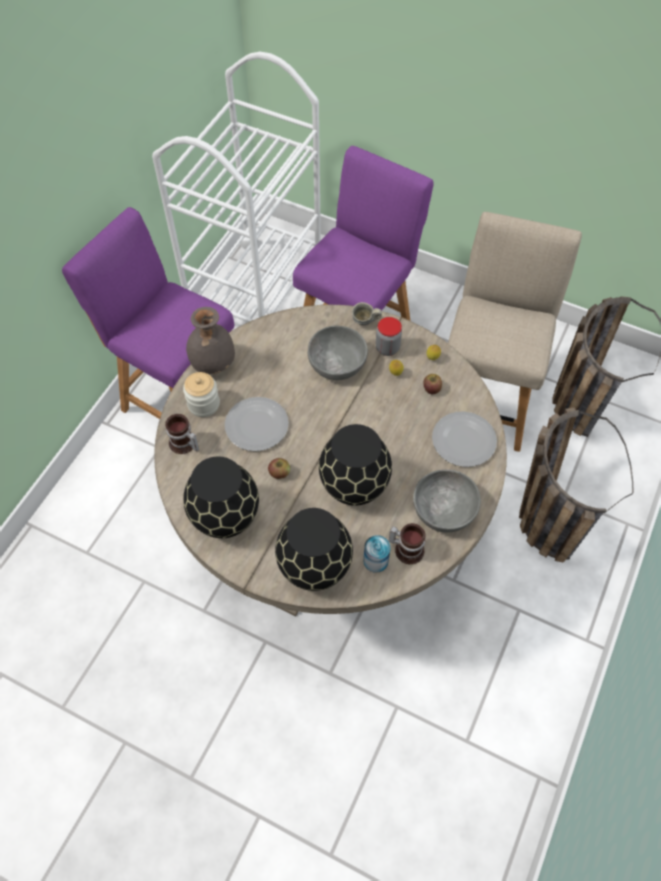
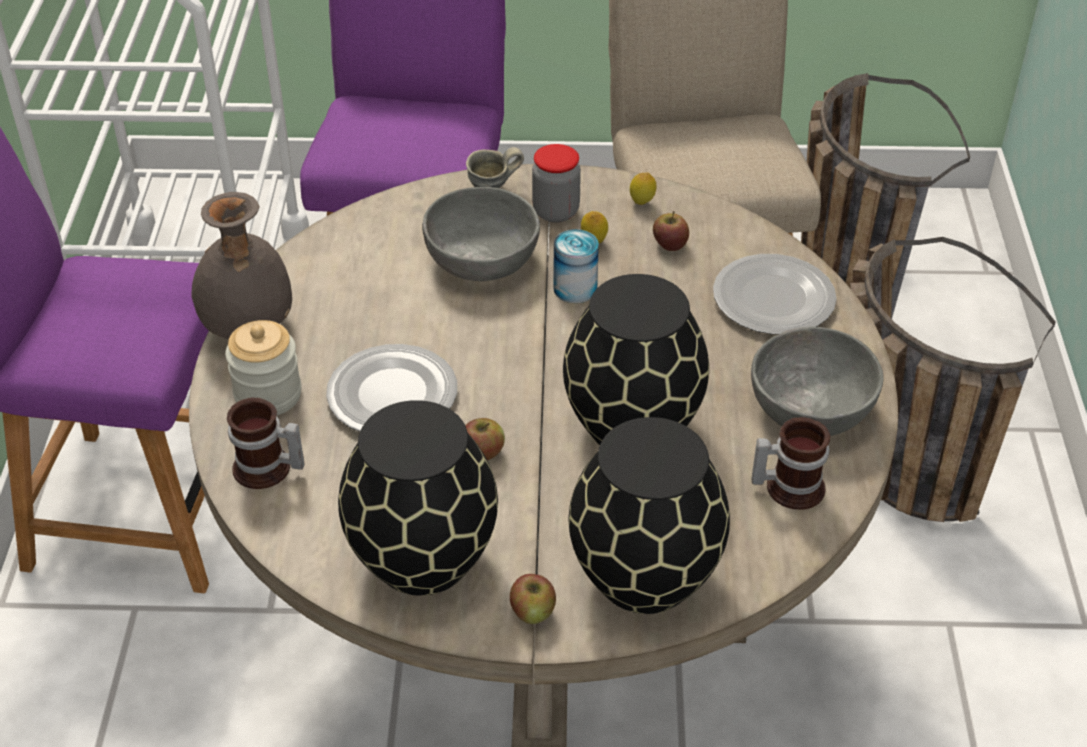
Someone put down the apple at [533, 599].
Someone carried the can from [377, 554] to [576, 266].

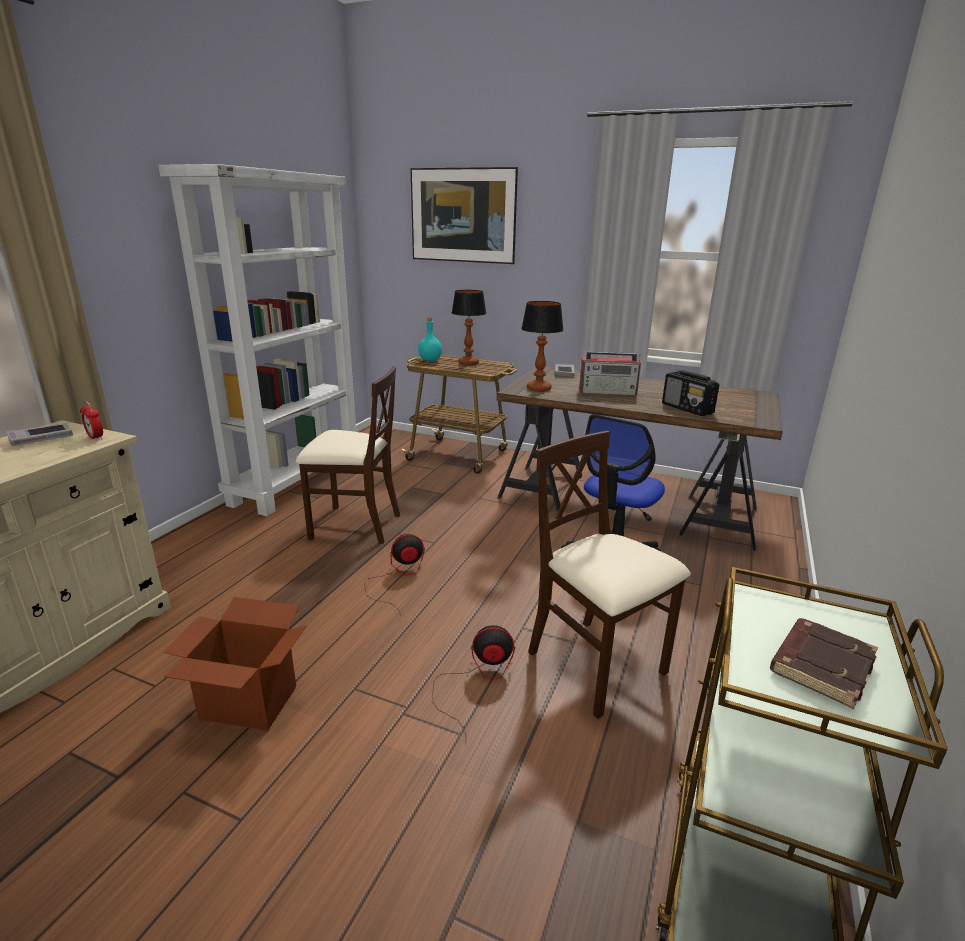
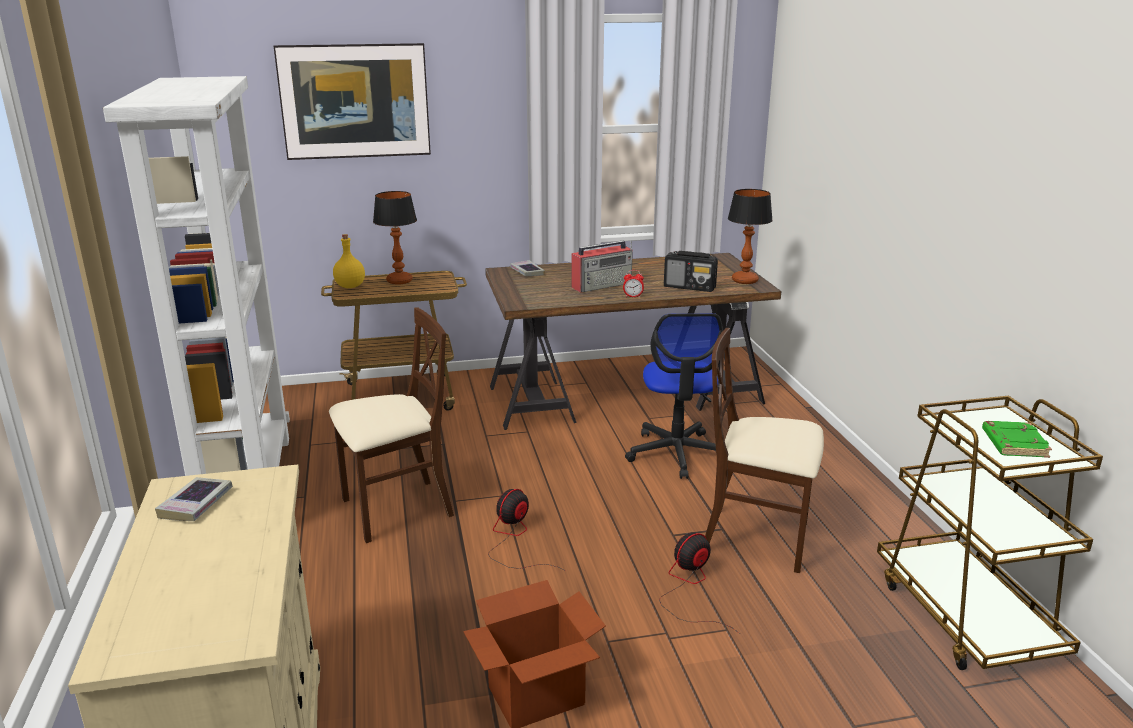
Someone repainted the turquoise bottle at [430, 339], which became the yellow bottle at [349, 261].
Someone carried the alarm clock from [91, 421] to [633, 284].
Someone carried the table lamp from [542, 346] to [750, 236].
Someone repainted the brown book at [824, 663], which became the green book at [1017, 439].

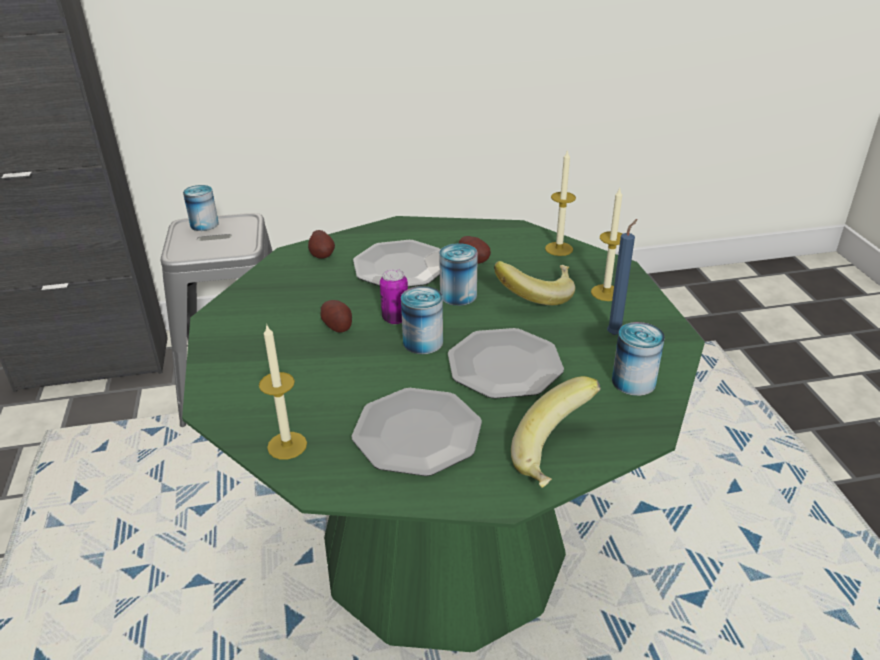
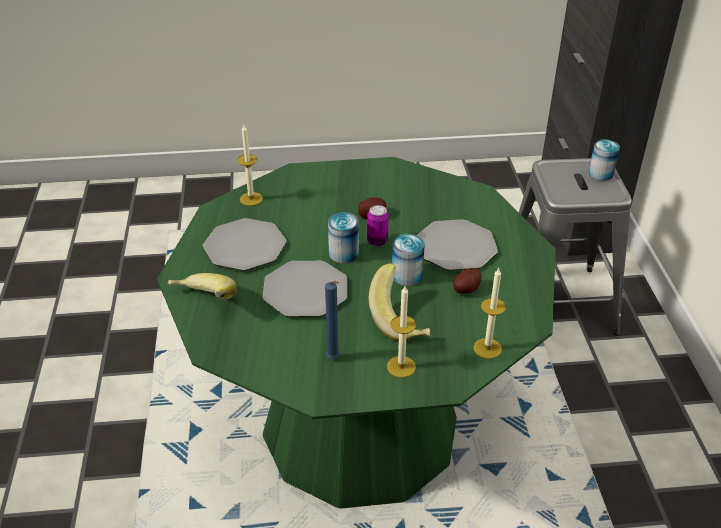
Someone took away the potato at [321, 244].
Someone took away the can at [638, 359].

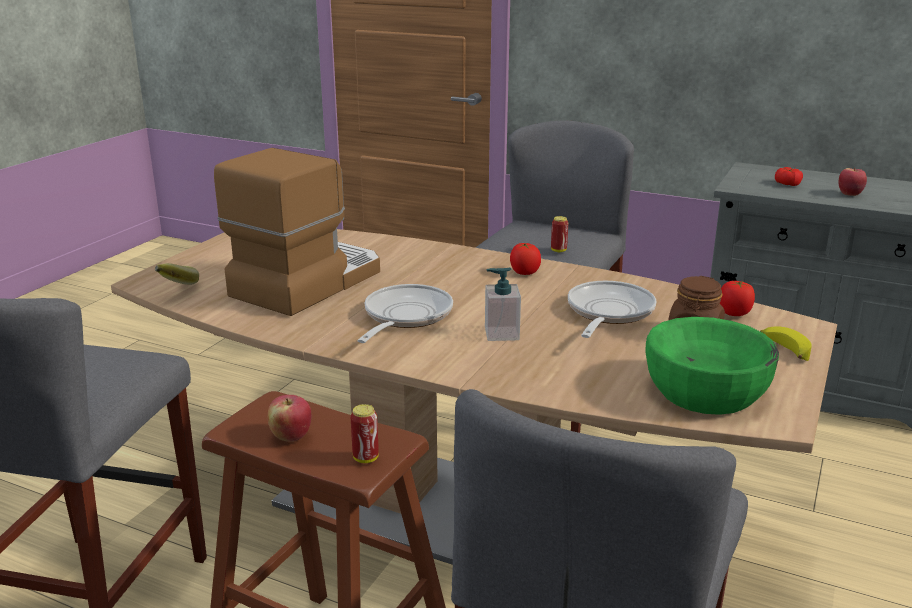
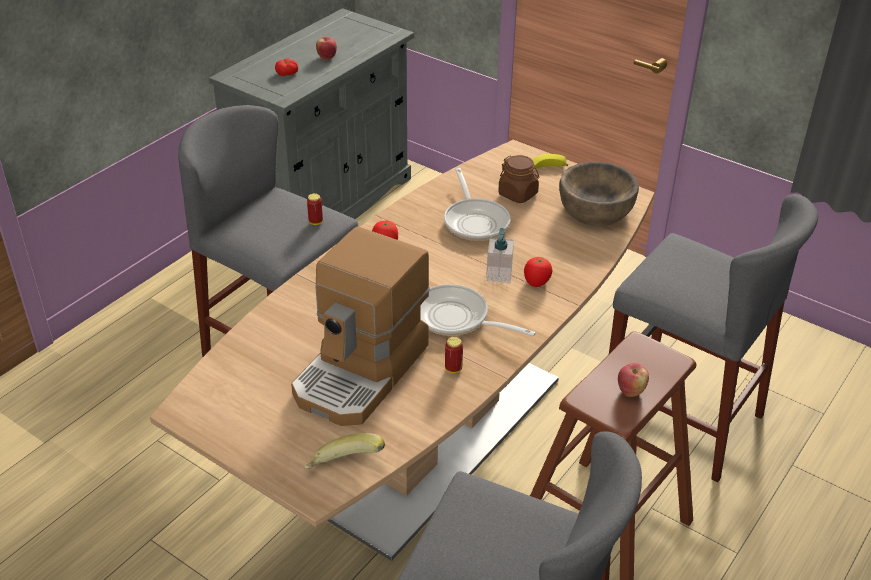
Someone rotated the coffee machine at [297, 232] by 105 degrees counterclockwise.
Someone rotated the frying pan at [612, 309] by 135 degrees counterclockwise.
Someone carried the can from [365, 433] to [454, 355].
Someone carried the tomato from [737, 298] to [538, 272].
Someone repainted the green bowl at [712, 366], which became the brown bowl at [599, 194].

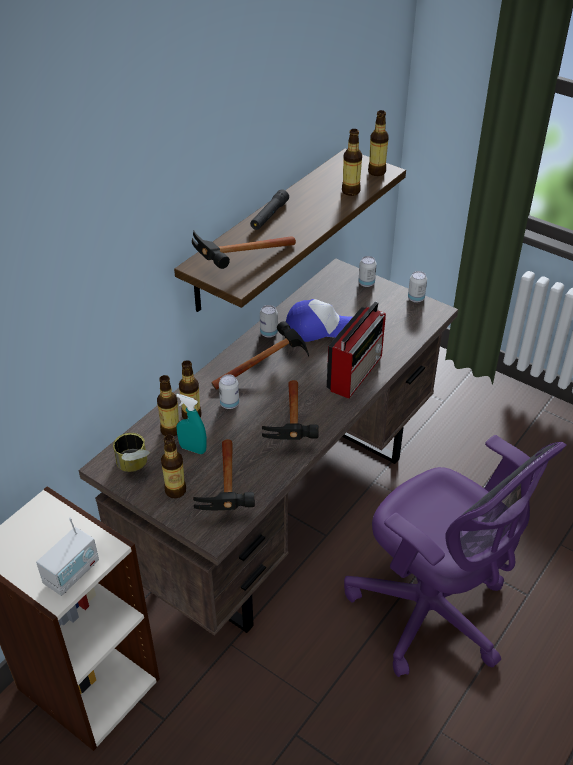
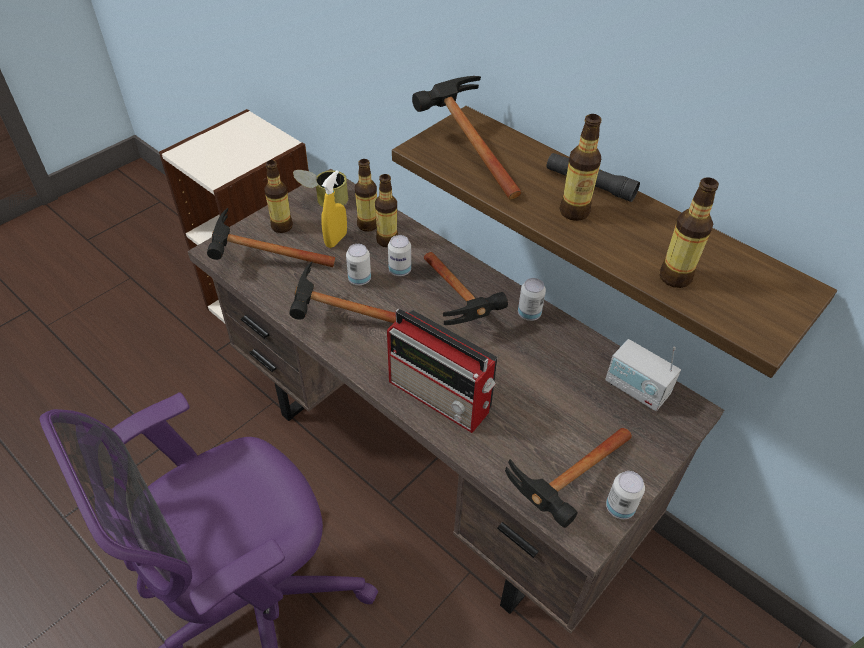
Someone repainted the turquoise spray bottle at [191, 424], which became the yellow spray bottle at [334, 209].
Someone carried the can from [367, 271] to [358, 264].
Someone put down the hammer at [568, 478].
Someone carried the bottle from [378, 143] to [581, 167].
Someone carried the radio from [67, 557] to [643, 375].
Someone took away the cap at [319, 320].

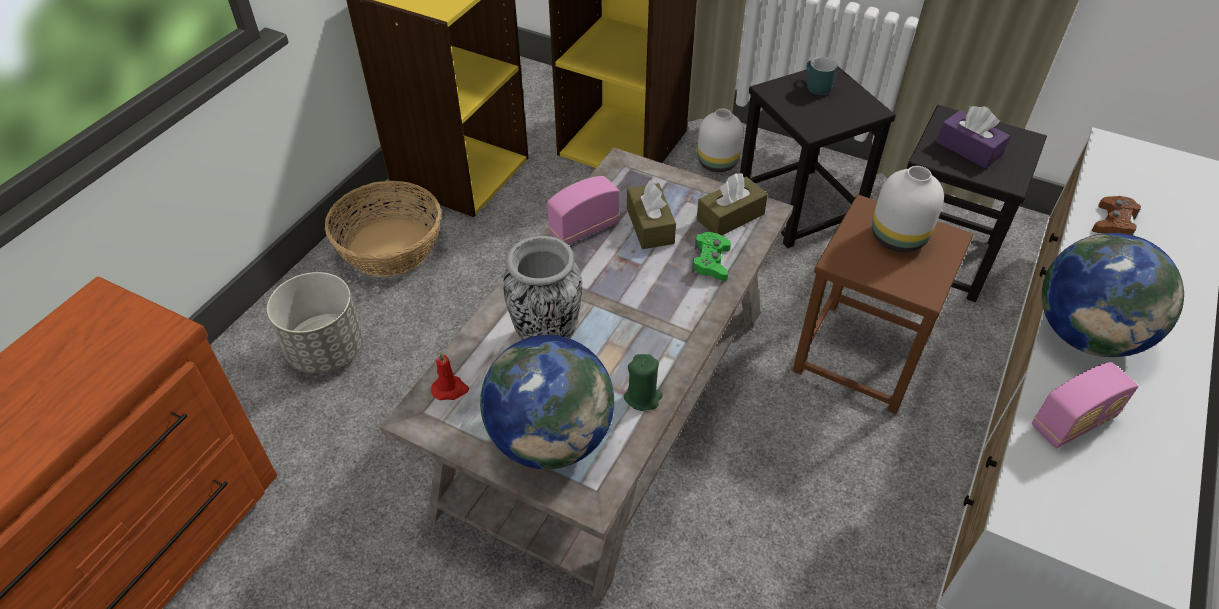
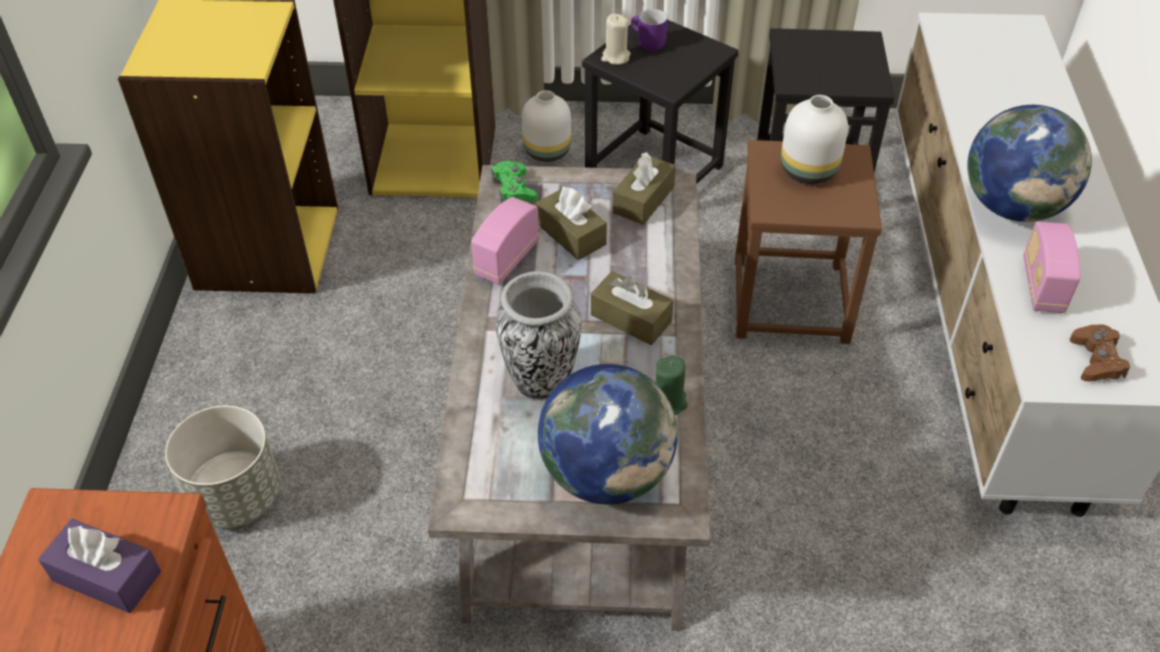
Someone carried the purple tissue box from [973, 137] to [99, 566].
Someone carried the green game controller from [711, 256] to [514, 182].
Someone put down the brown tissue box at [632, 308].
Someone put down the beige candle at [615, 39].
Someone repainted the turquoise mug at [822, 76], which became the purple mug at [649, 30].
Someone rotated the radio at [1085, 405] by 150 degrees clockwise.
Someone carried the brown game controller from [1116, 215] to [1100, 353].
Someone took away the basket at [383, 228].
Someone took away the red candle at [450, 376].

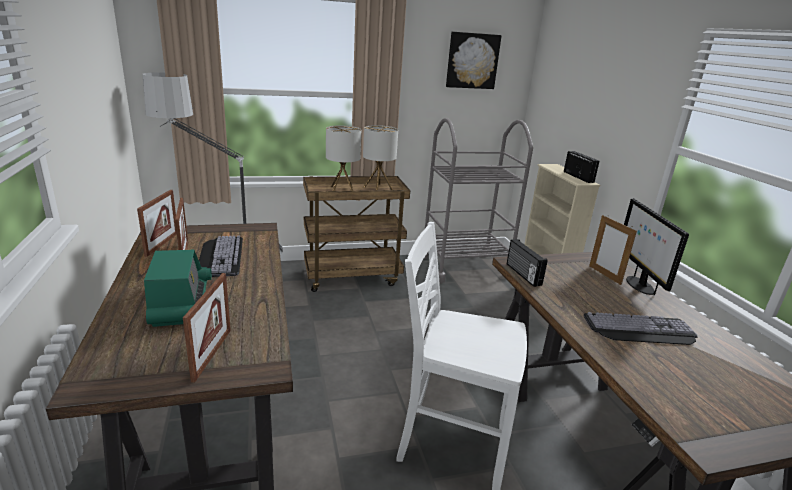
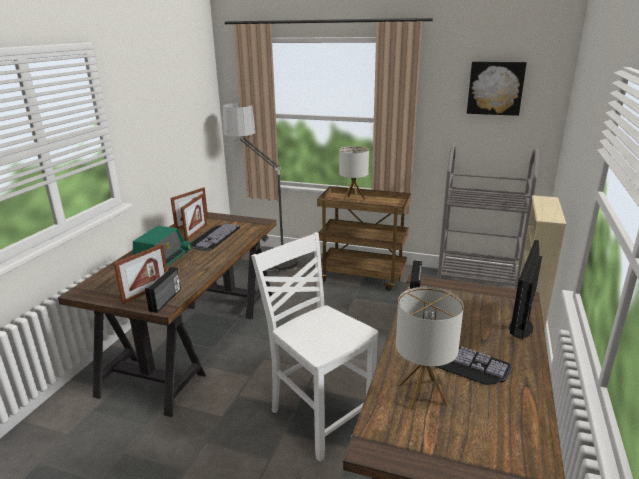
Someone carried the radio from [581, 167] to [163, 290].
Someone carried the table lamp from [380, 157] to [430, 348].
Someone took away the picture frame at [613, 250].

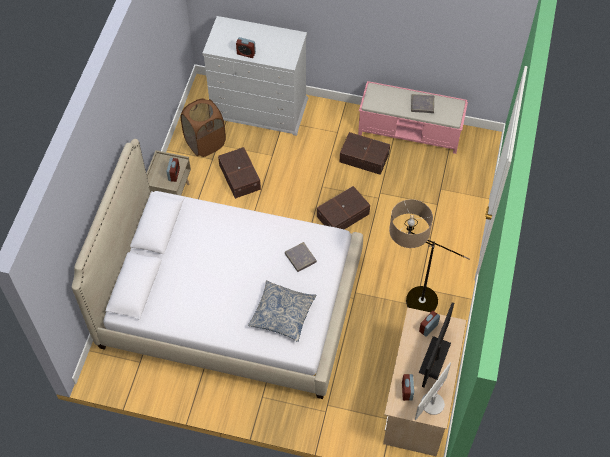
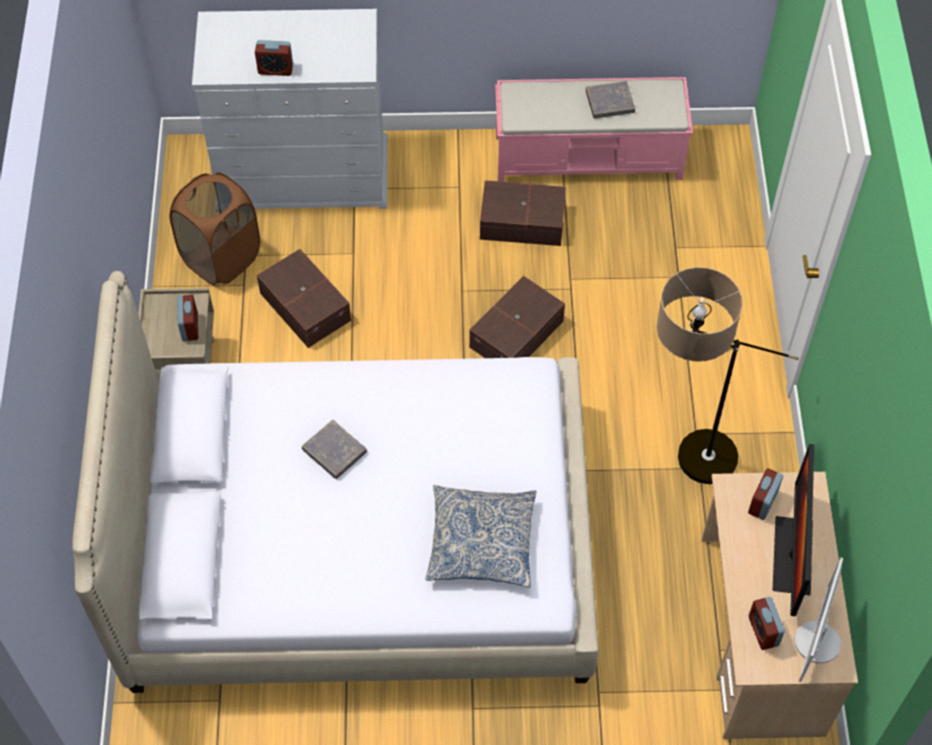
Someone carried the grey book from [301, 257] to [334, 449].

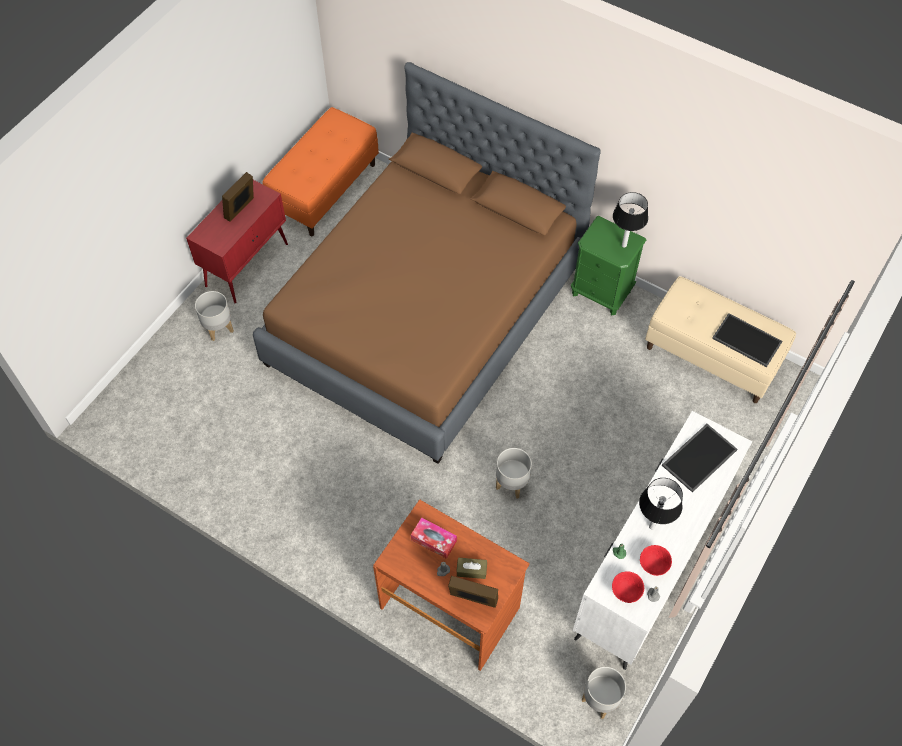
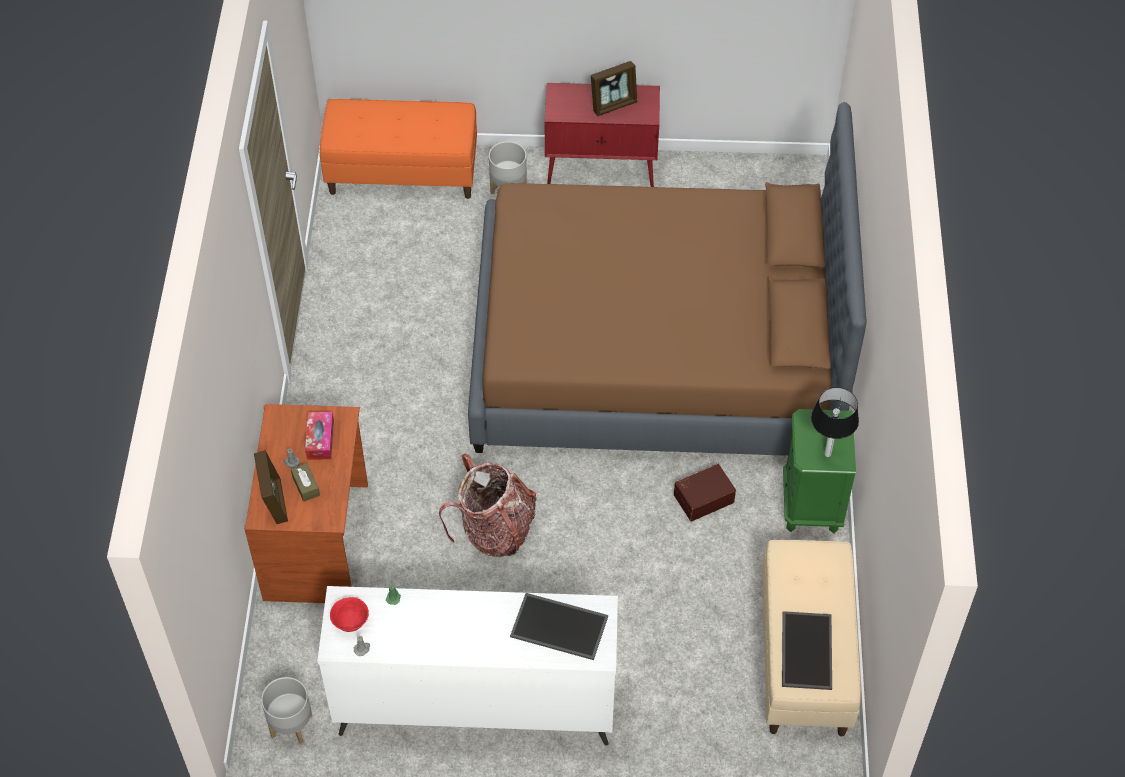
Someone carried the orange bench from [320, 171] to [398, 149].
Someone swapped the grey planter at [514, 473] for the backpack at [488, 505].
Someone rotated the picture frame at [238, 197] by 150 degrees clockwise.
Someone put down the brown storage box at [705, 493].
Someone took away the table lamp at [661, 504].
Someone took away the red bowl at [656, 560].

